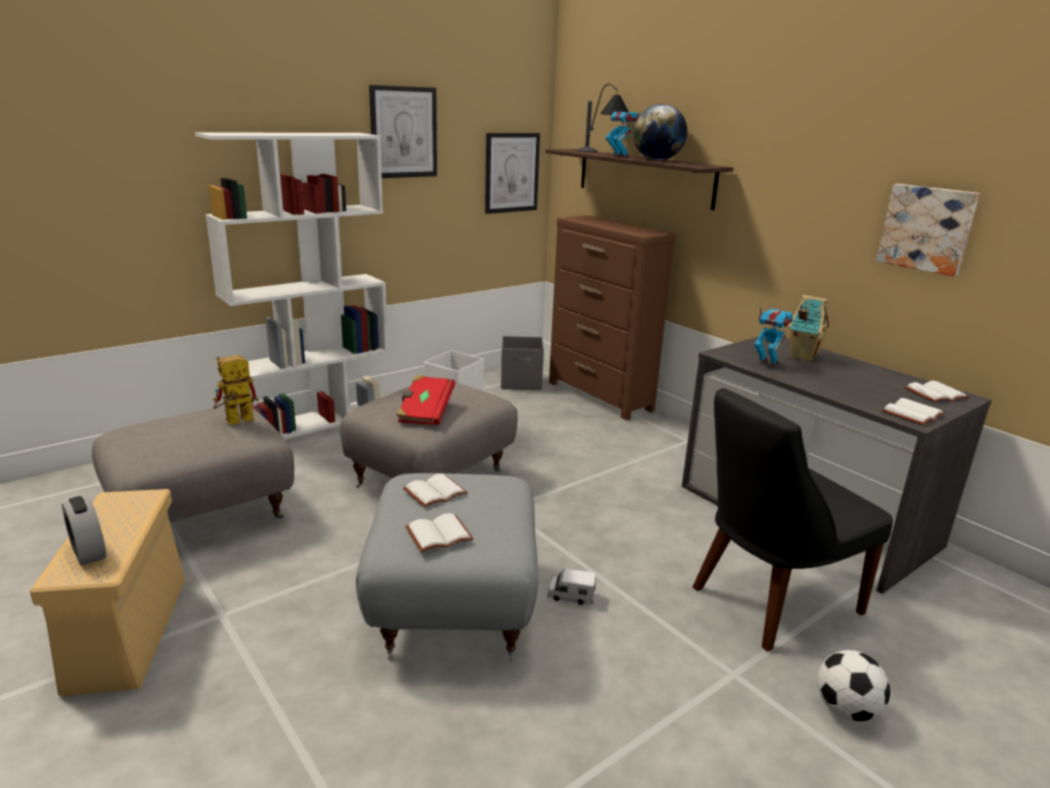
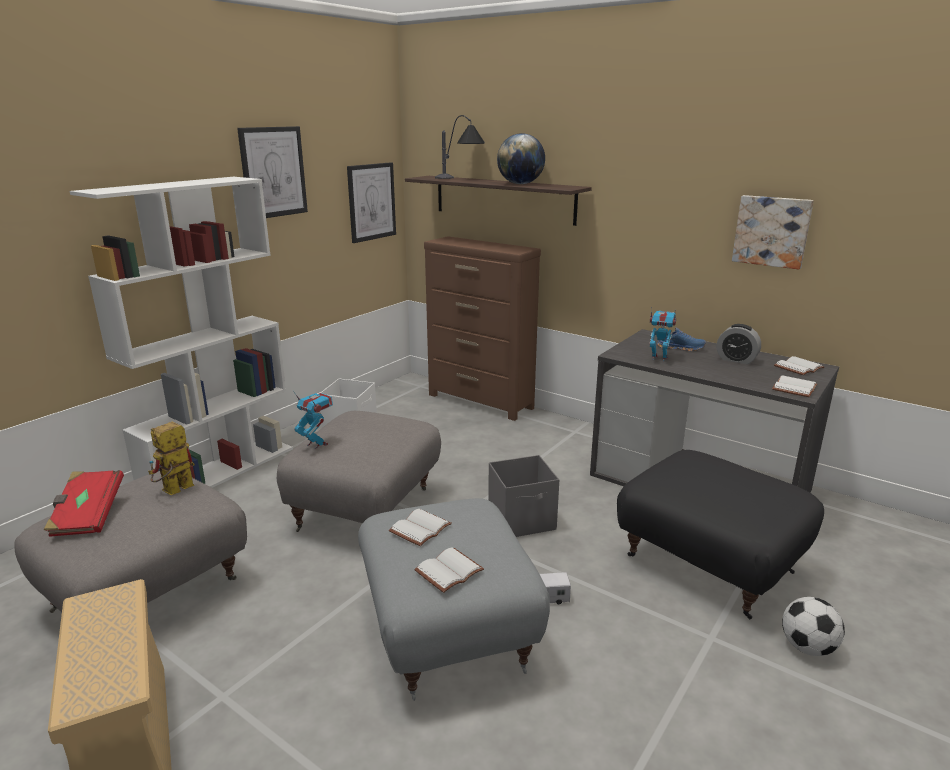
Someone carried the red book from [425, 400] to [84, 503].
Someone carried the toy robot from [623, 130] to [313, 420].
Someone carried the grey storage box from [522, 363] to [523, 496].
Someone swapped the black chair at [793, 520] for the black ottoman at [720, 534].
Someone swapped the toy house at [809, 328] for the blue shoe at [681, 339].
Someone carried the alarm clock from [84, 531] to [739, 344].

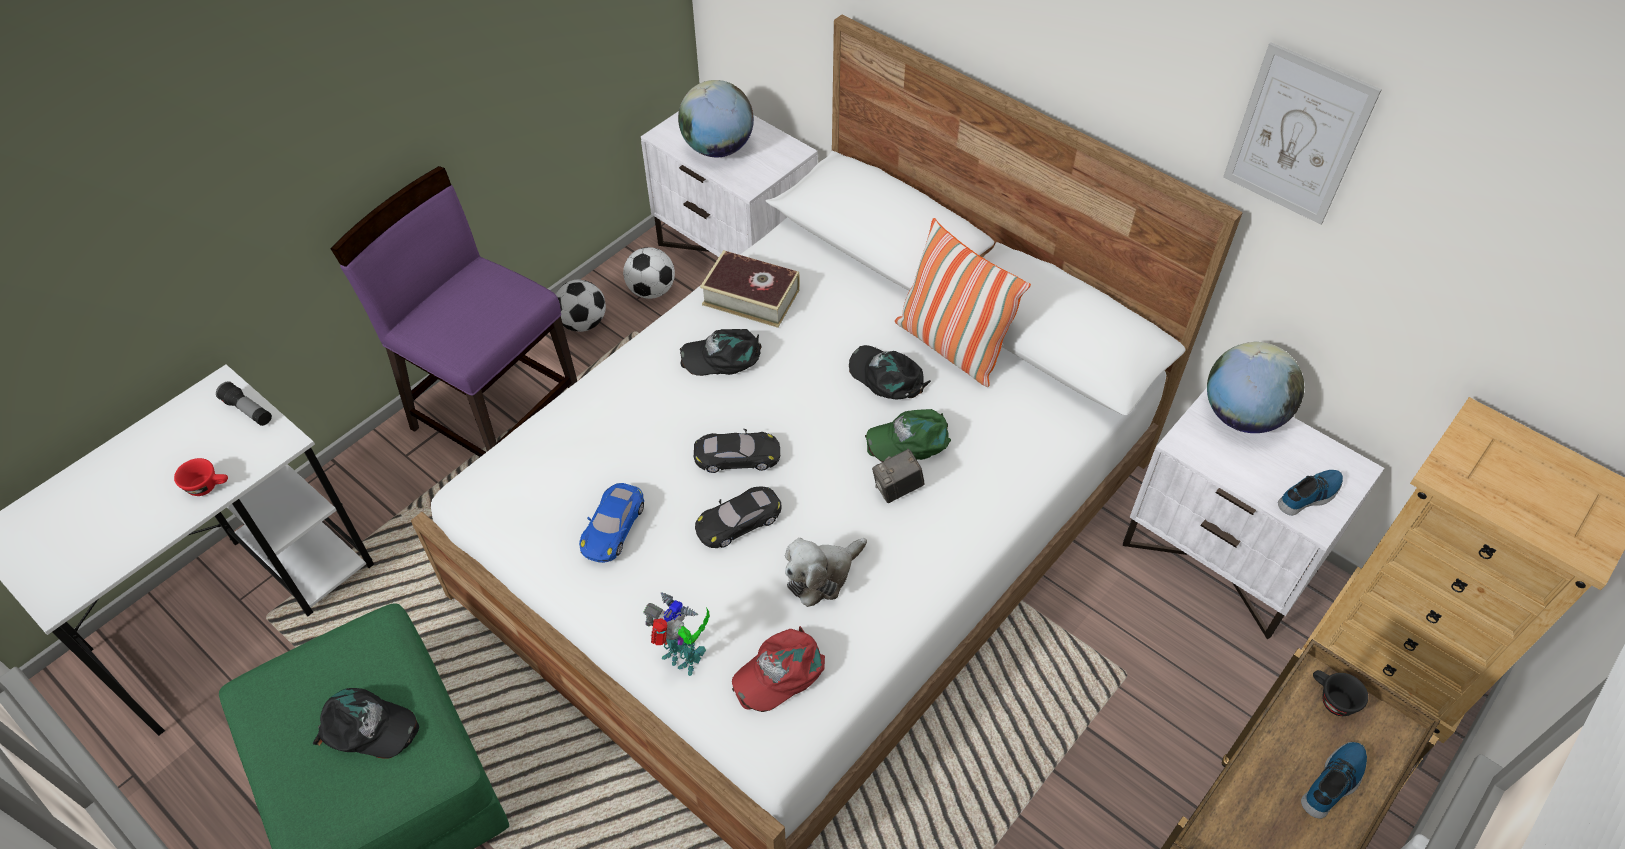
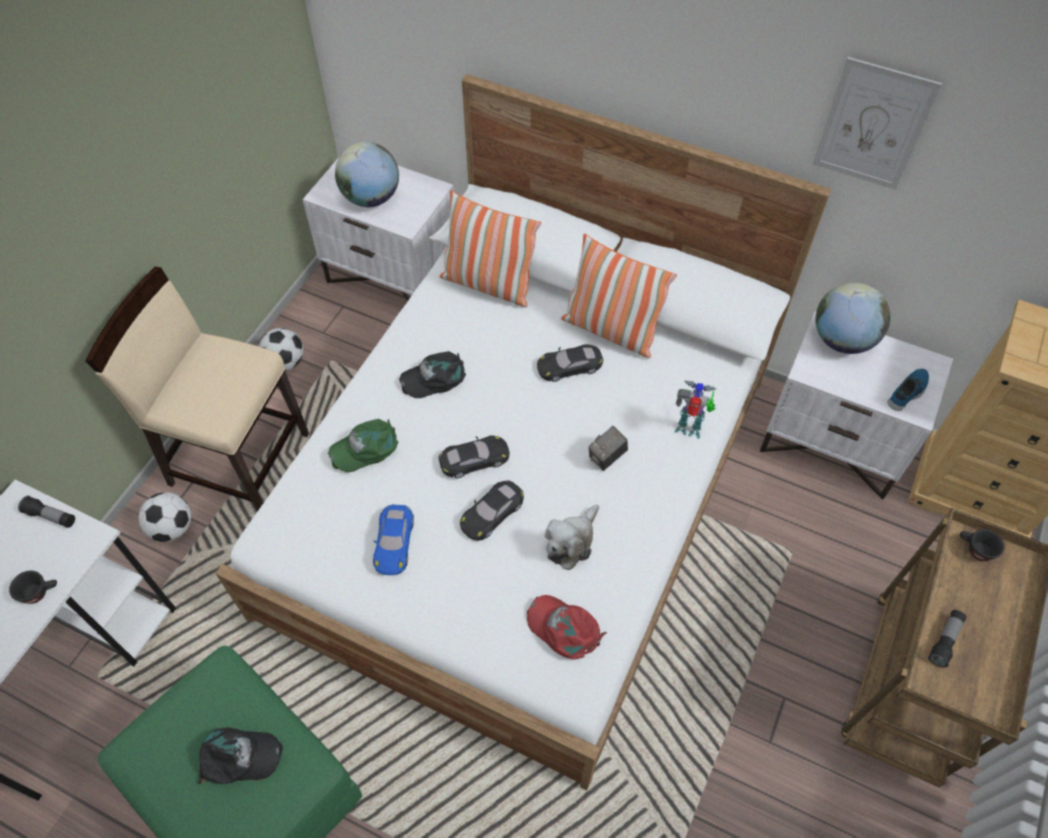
Someone repainted the red cup at [201, 477], which became the black cup at [33, 587].
Someone repainted the purple chair at [454, 311], which became the beige chair at [197, 389].
Someone carried the football from [649, 273] to [165, 517].
Someone carried the green cap from [908, 435] to [363, 445].
Someone put down the pillow at [490, 248].
Someone rotated the red cap at [778, 669] by 90 degrees clockwise.
Someone swapped the black cap at [890, 372] for the black toy car at [570, 363].
Someone carried the toy robot from [676, 634] to [695, 409].
Someone put down the flashlight at [947, 639].
Someone took away the book at [750, 289].
Someone took away the shoe at [1334, 780].

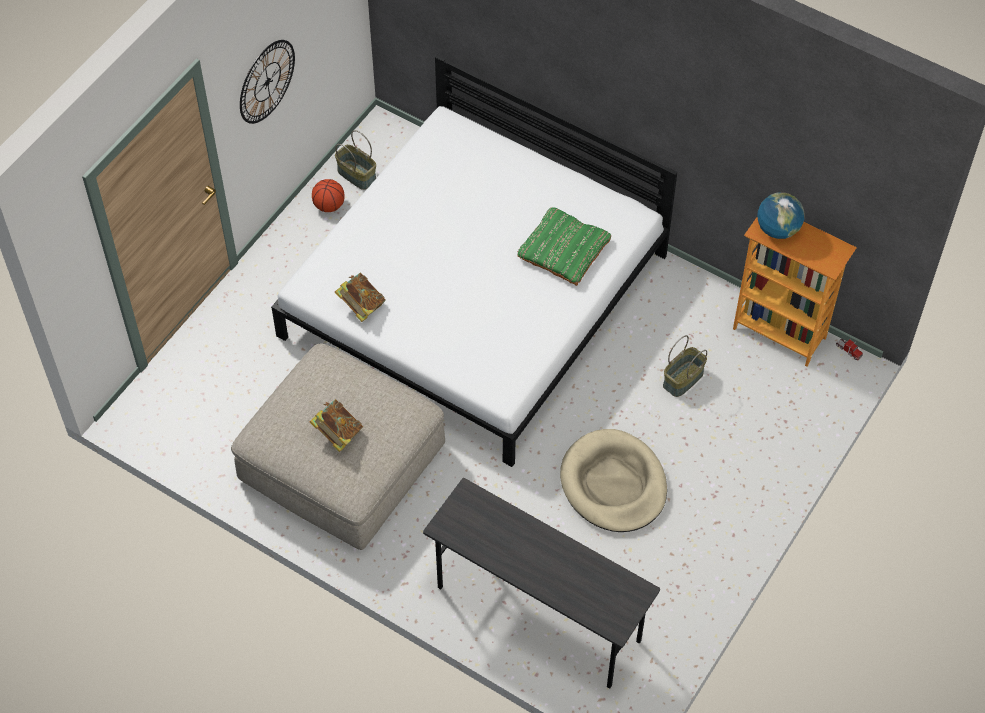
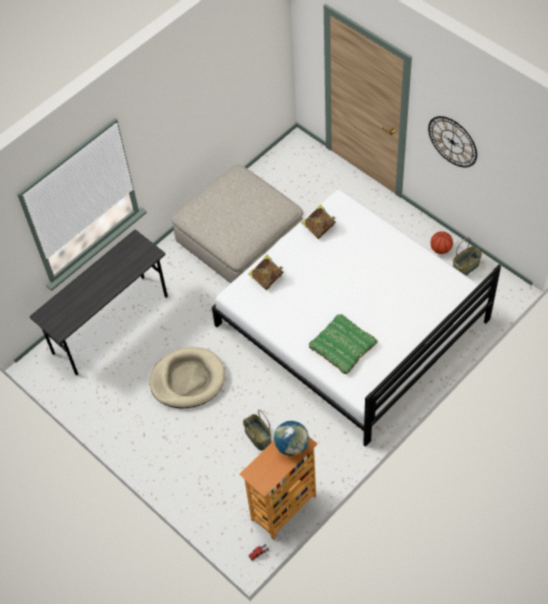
Someone carried the book from [336, 425] to [265, 272].

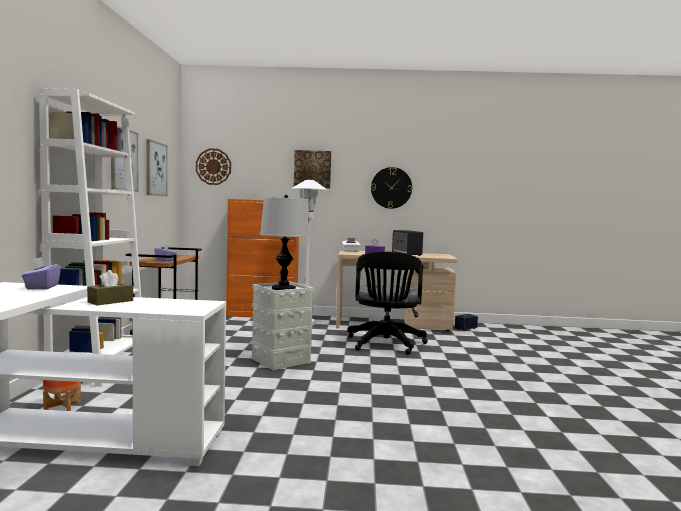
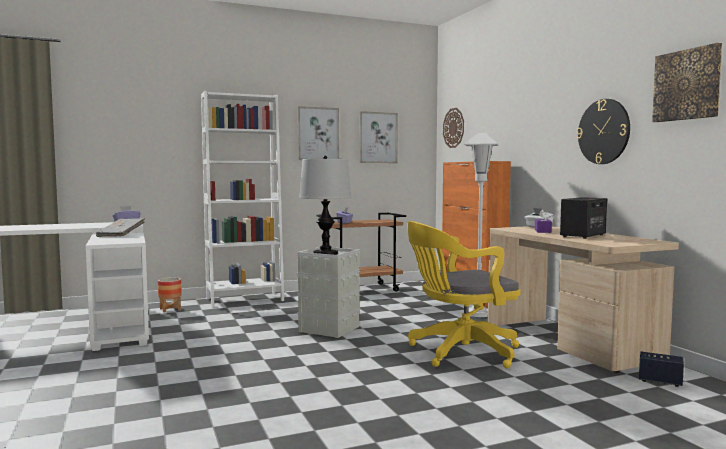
Someone swapped the brown tissue box at [110, 287] for the grey book at [120, 227].
Someone repainted the black office chair at [387, 303], which became the yellow office chair at [464, 295].
Someone carried the picture from [312, 169] to [687, 82].

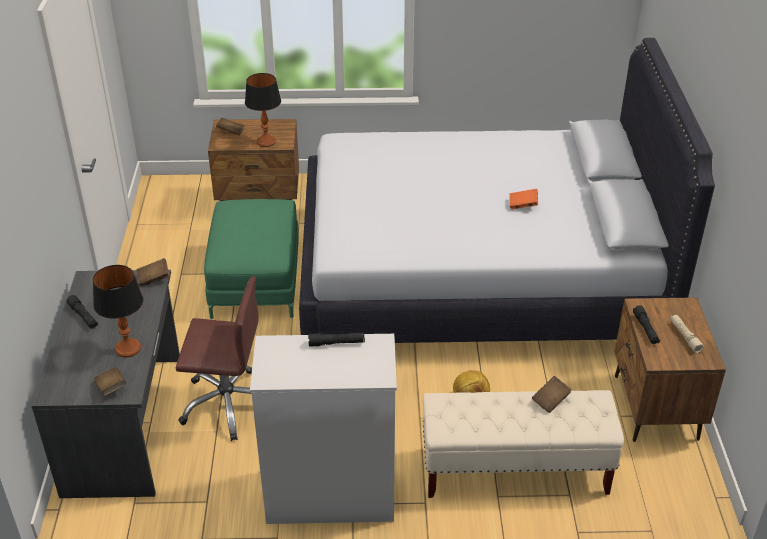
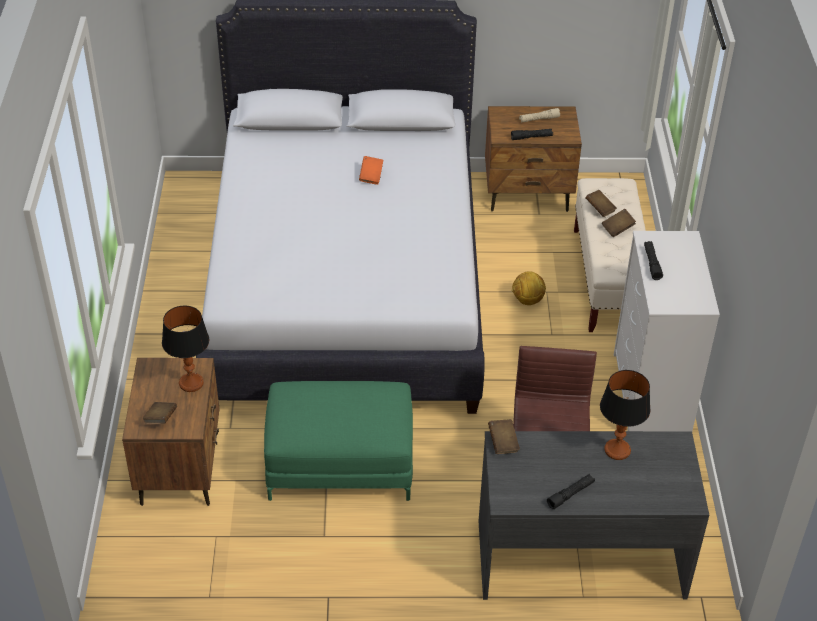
Someone carried the brown book from [110, 381] to [619, 223].

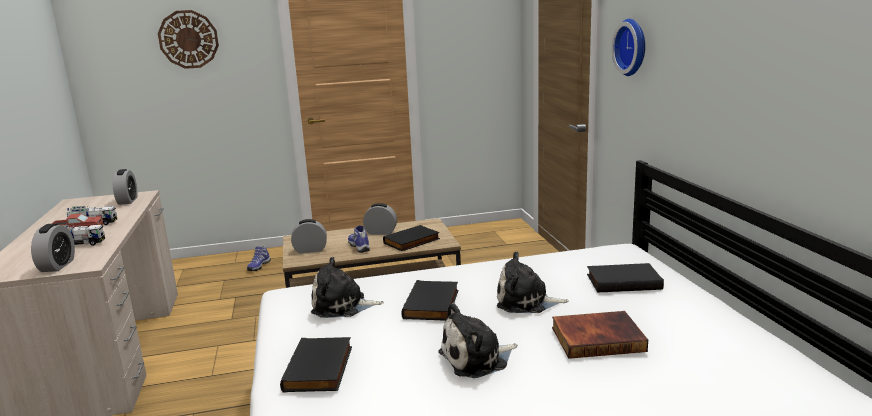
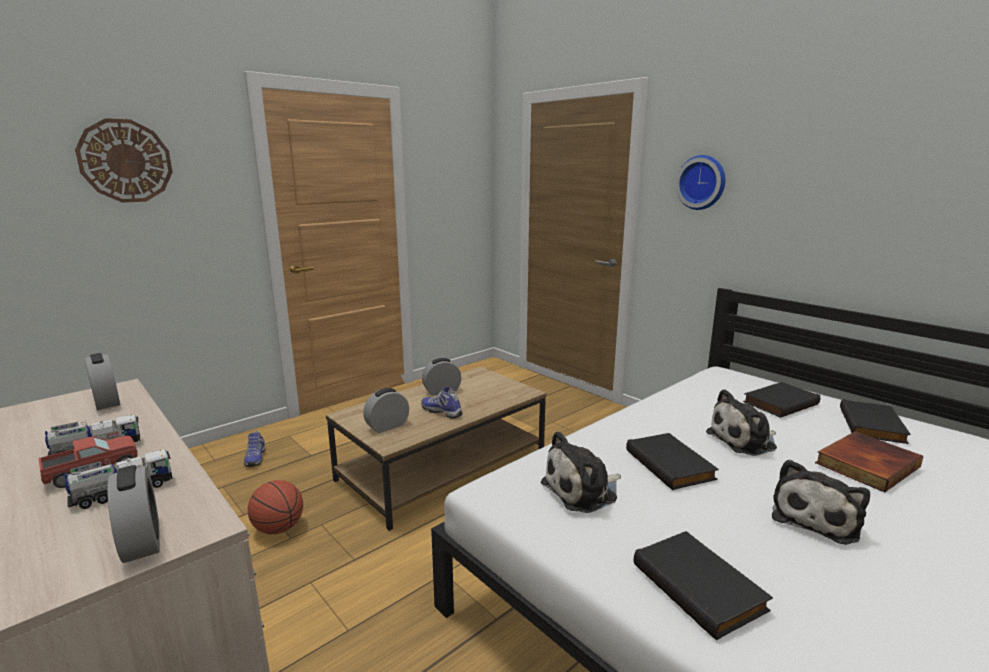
Someone put down the basketball at [275, 507].
Someone carried the black book from [411, 238] to [875, 421].

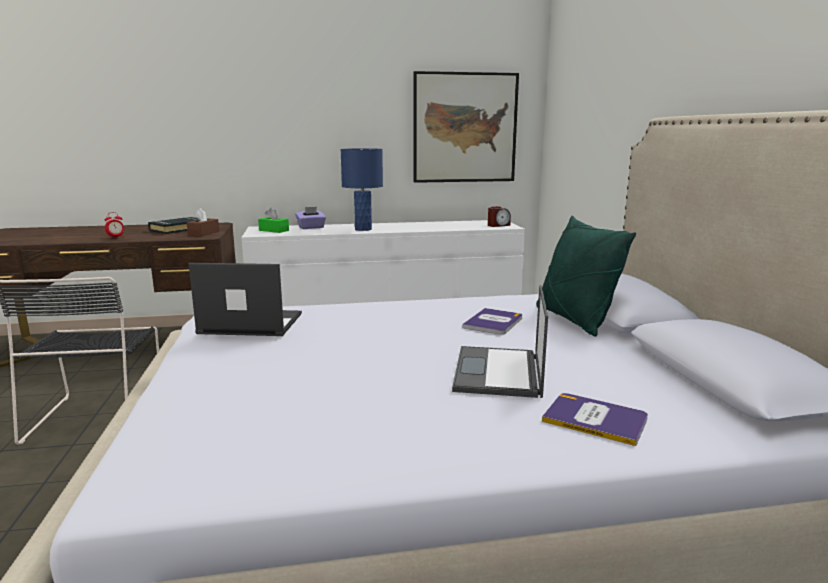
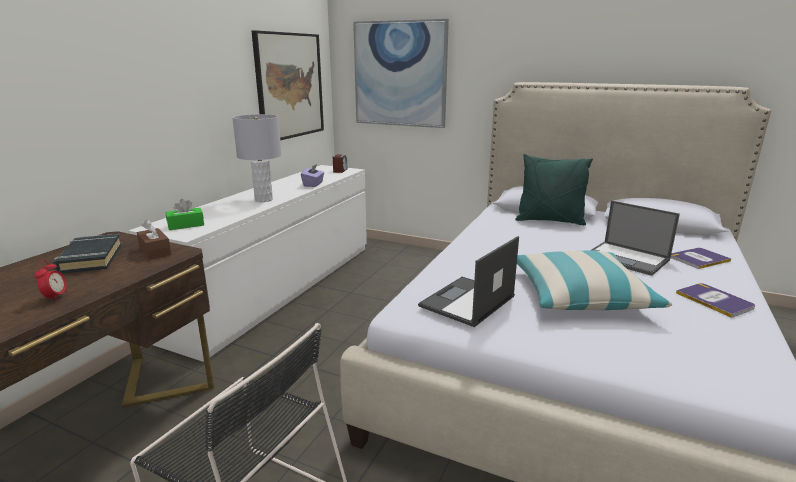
Someone repainted the blue table lamp at [361, 189], which became the grey table lamp at [257, 158].
Someone carried the purple tissue box from [310, 218] to [312, 175].
Someone put up the picture at [401, 73].
Someone put down the pillow at [594, 280].
Someone carried the book from [492, 321] to [715, 300].

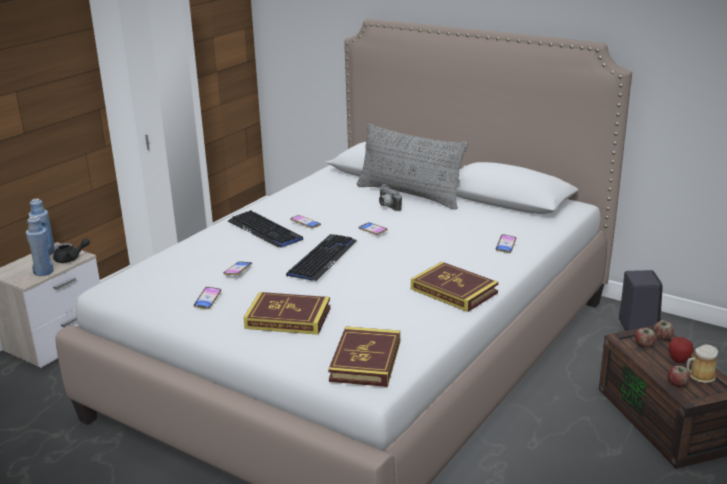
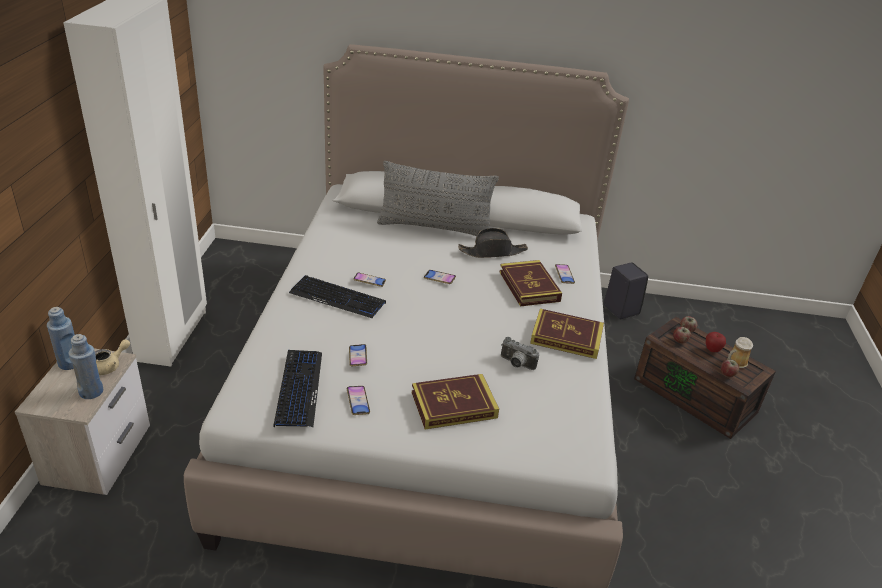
Someone repainted the black teapot at [71, 250], which became the beige teapot at [112, 357].
Someone carried the keyboard from [321, 257] to [297, 388].
Someone put down the black hat at [493, 243].
Someone carried the book from [364, 356] to [531, 283].
Someone carried the photo camera from [390, 197] to [520, 353].

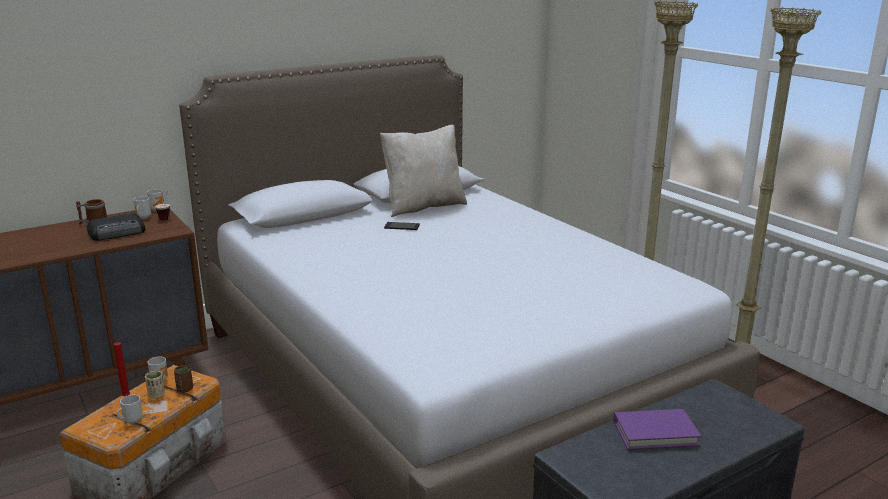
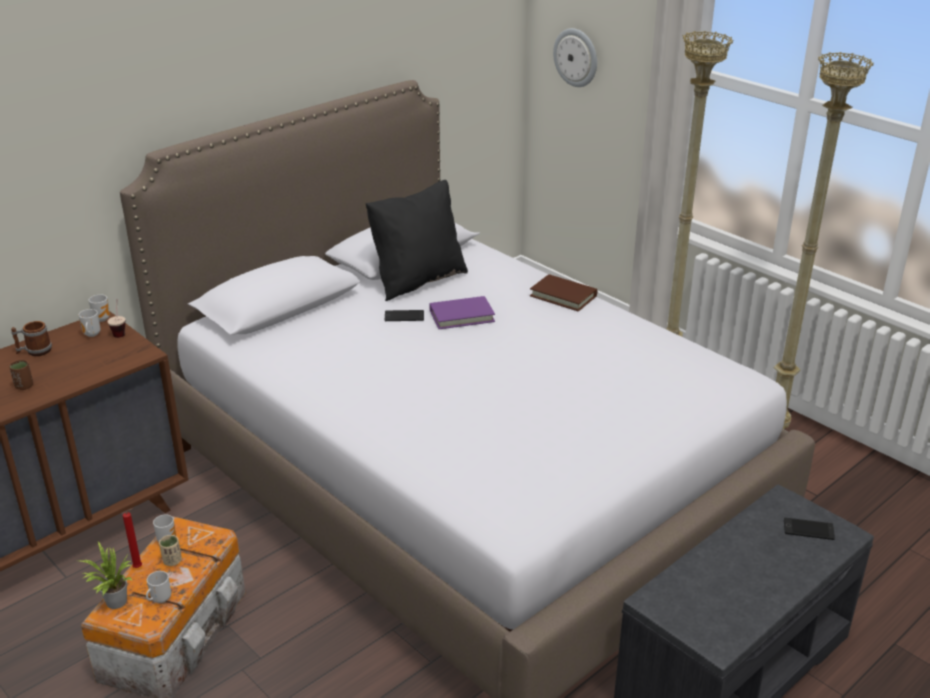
Someone carried the brown cup from [183, 379] to [21, 375].
Someone put down the potted plant at [105, 575].
Someone repainted the beige pillow at [423, 171], which became the black pillow at [417, 240].
Someone carried the purple book from [657, 429] to [462, 312].
Someone put down the brown book at [563, 293].
Someone put up the wall clock at [575, 57].
Someone put down the phone at [809, 529].
Someone took away the radio at [116, 227].

